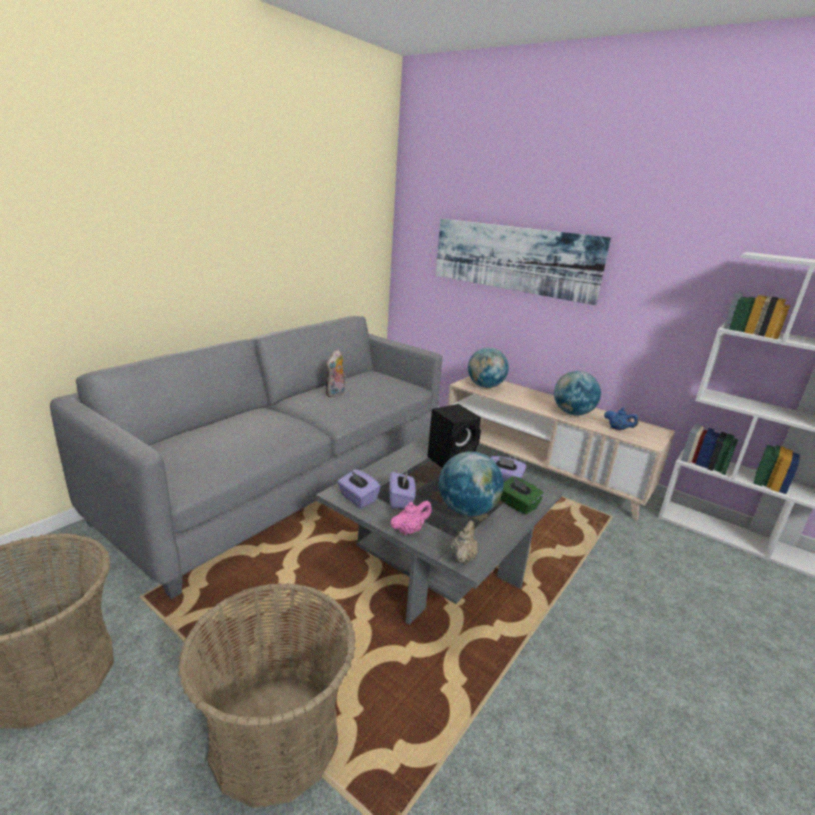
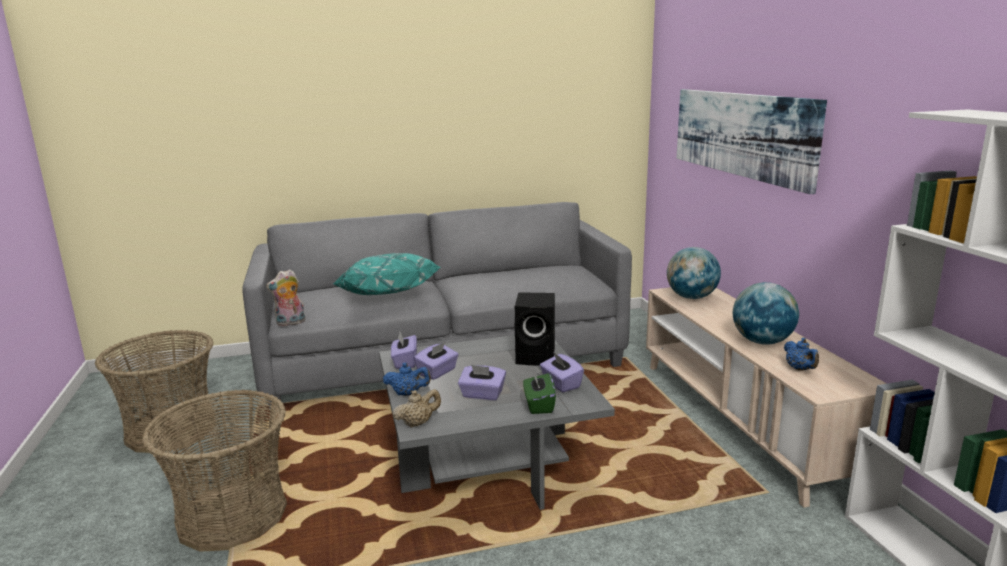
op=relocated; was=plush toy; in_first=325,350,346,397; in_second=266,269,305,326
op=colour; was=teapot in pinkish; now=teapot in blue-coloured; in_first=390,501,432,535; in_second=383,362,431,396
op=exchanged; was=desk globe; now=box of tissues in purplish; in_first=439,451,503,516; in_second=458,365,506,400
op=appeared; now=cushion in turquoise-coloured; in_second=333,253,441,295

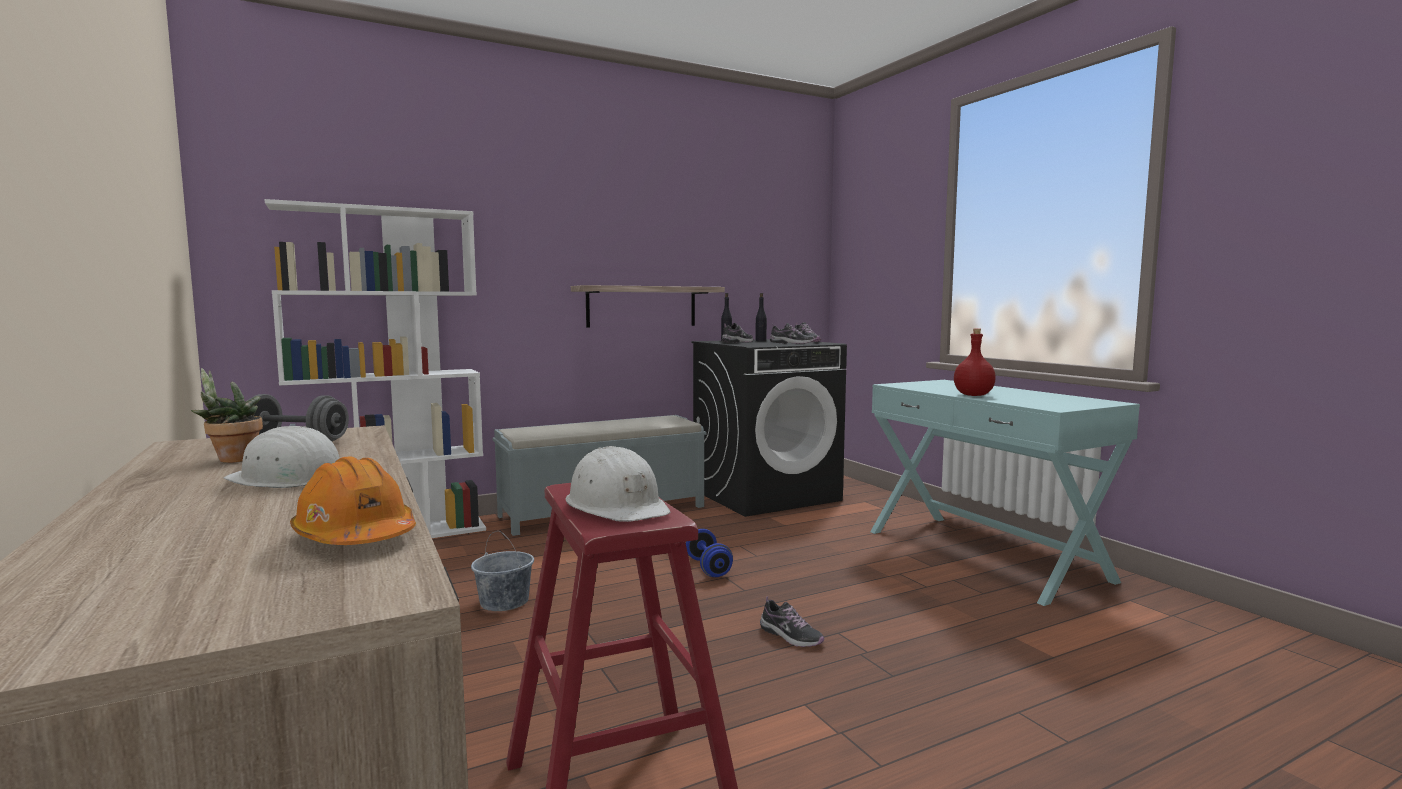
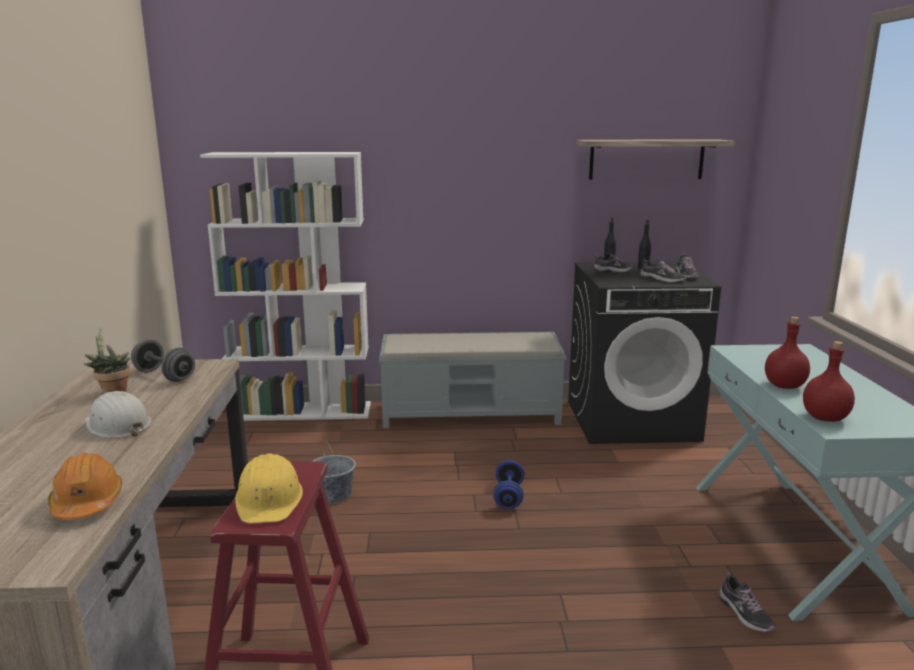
op=colour; was=safety helmet in white-coloured; now=safety helmet in yellow; in_first=565,446,670,522; in_second=235,453,303,523
op=relocated; was=shelf; in_first=571,285,725,327; in_second=576,139,735,179
op=relocated; was=item of footwear; in_first=760,596,825,647; in_second=719,572,776,632
op=appeared; now=drink bottle in reddish; in_second=803,341,855,422

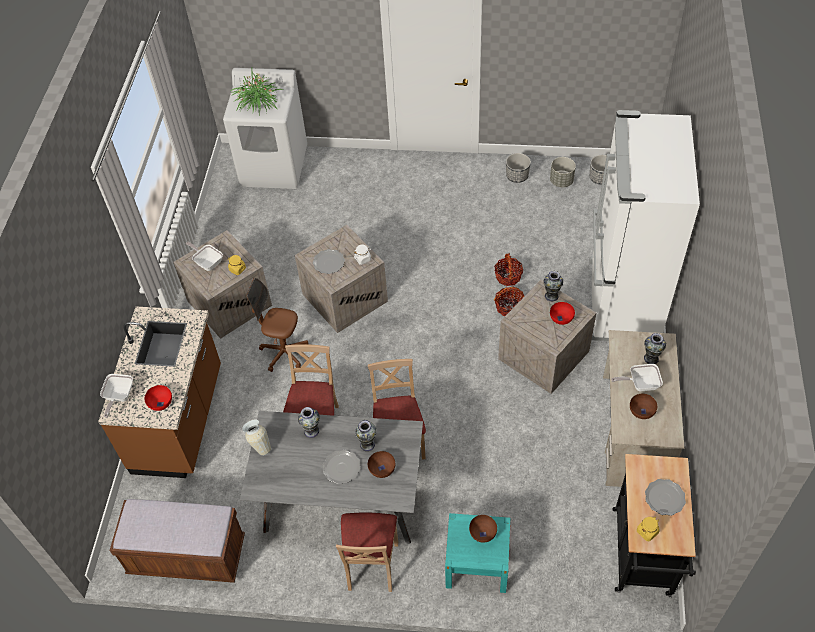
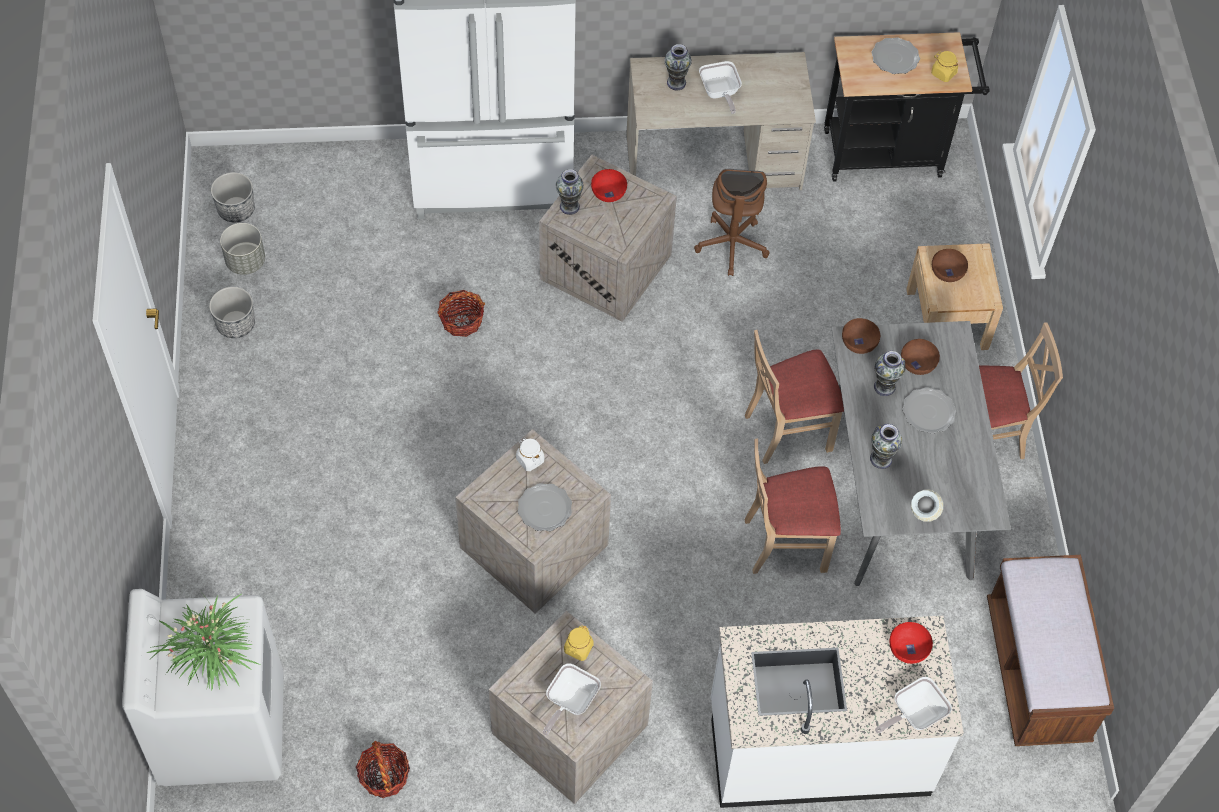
op=colour; was=kitchen base unit in brown; now=kitchen base unit in white-coloured; in_first=98,306,221,478; in_second=711,616,964,808
op=spun; was=skillet; in_first=100,374,133,418; in_second=875,677,952,734; clockwise=150
op=relocated; was=office chair in brown; in_first=247,278,308,372; in_second=694,169,770,276
op=colour; was=nightstand in turquoise-coloured; now=nightstand in beige-coloured; in_first=445,513,510,593; in_second=907,243,1003,350
op=relocated; was=household basket; in_first=494,287,524,316; in_second=356,741,410,798
op=relocated; was=bowl in brown; in_first=630,394,657,419; in_second=842,318,880,354

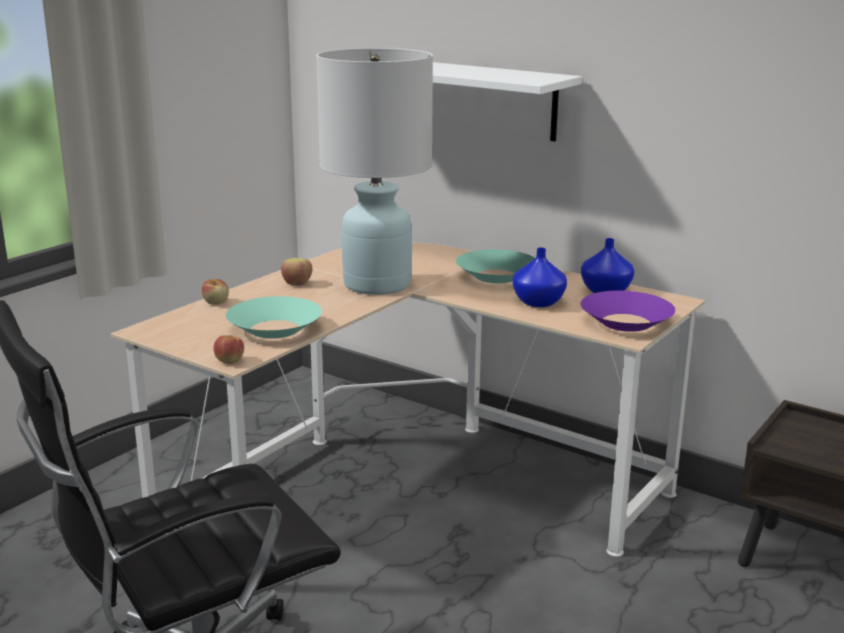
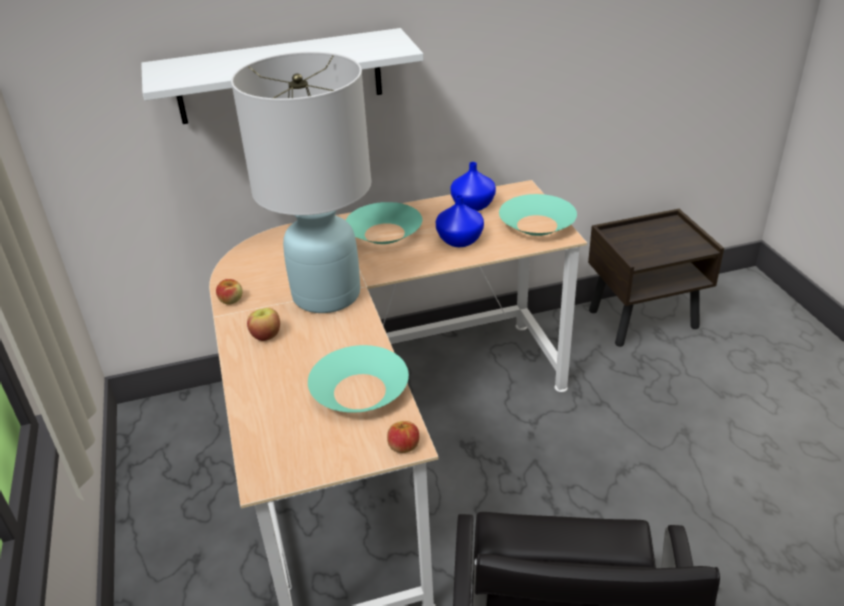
op=relocated; was=apple; in_first=202,279,229,304; in_second=216,279,242,305
op=colour; was=bowl in purplish; now=bowl in turquoise-coloured; in_first=580,291,675,332; in_second=499,194,577,236

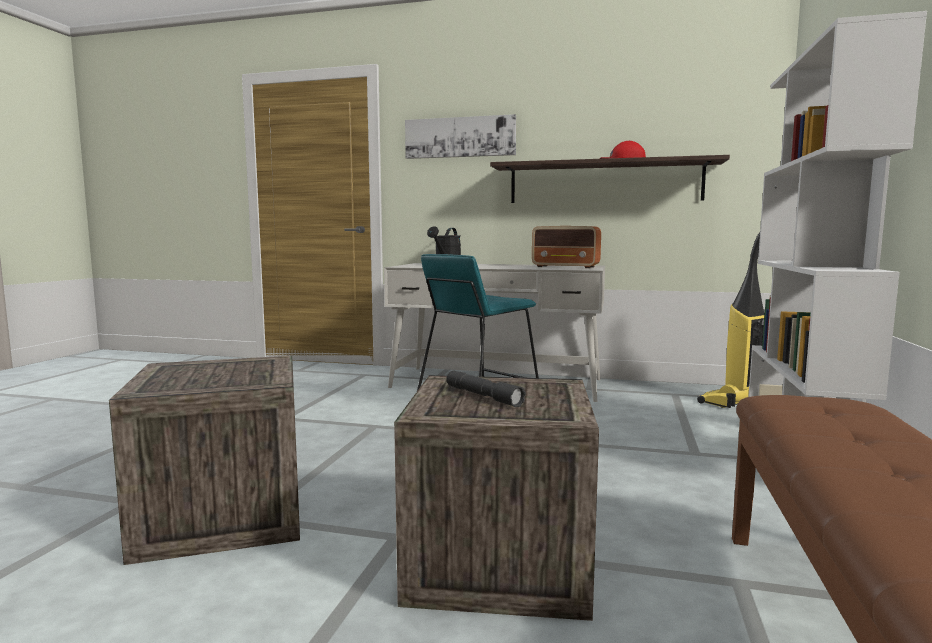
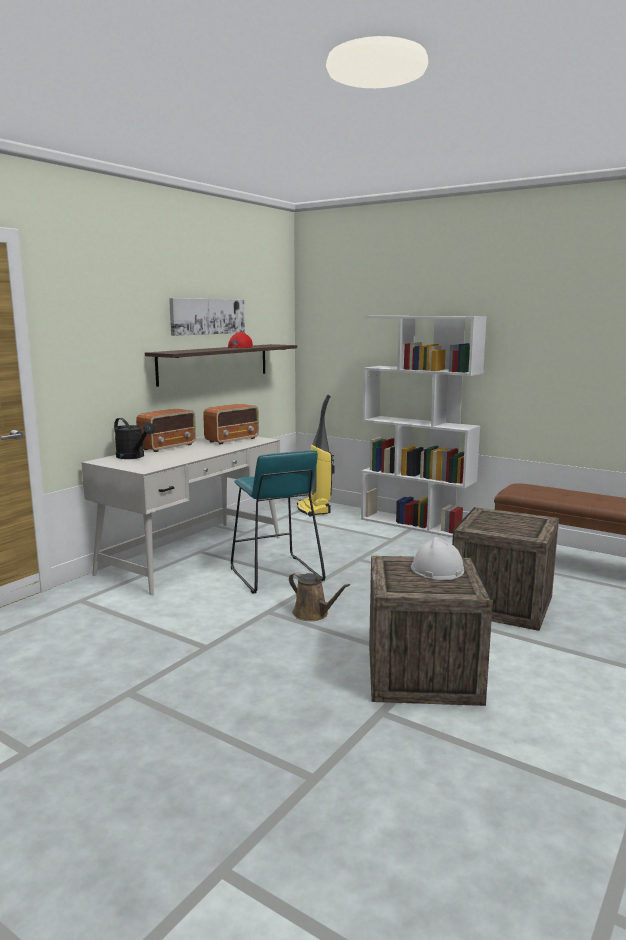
op=relocated; was=picture; in_first=405,114,516,159; in_second=169,298,245,336
op=missing; was=flashlight in gray; in_first=446,371,526,407
op=appeared; now=radio set; in_second=136,409,196,452
op=appeared; now=sprinkling can in brown; in_second=289,572,350,621
op=appeared; now=safety helmet in white-coloured; in_second=411,537,464,580

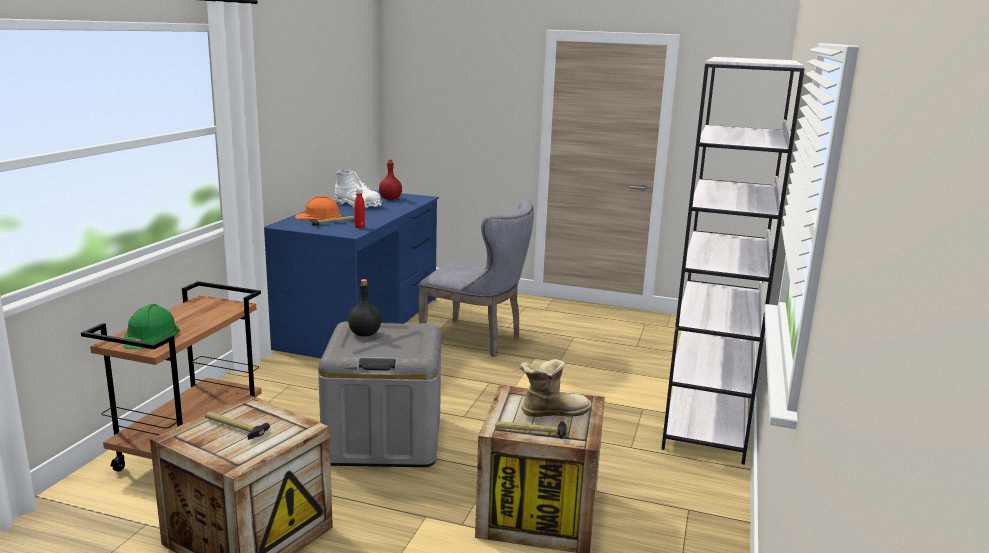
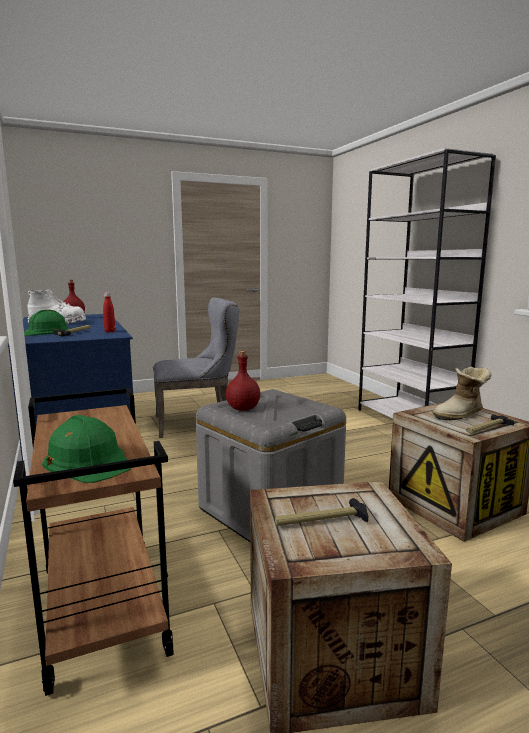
op=colour; was=safety helmet in orange; now=safety helmet in greenish; in_first=295,196,342,220; in_second=24,310,69,336
op=colour; was=drink bottle in black; now=drink bottle in reddish; in_first=348,279,381,336; in_second=226,351,260,411
op=spun; was=high-top boot; in_first=519,359,592,417; in_second=433,366,491,420; clockwise=-150

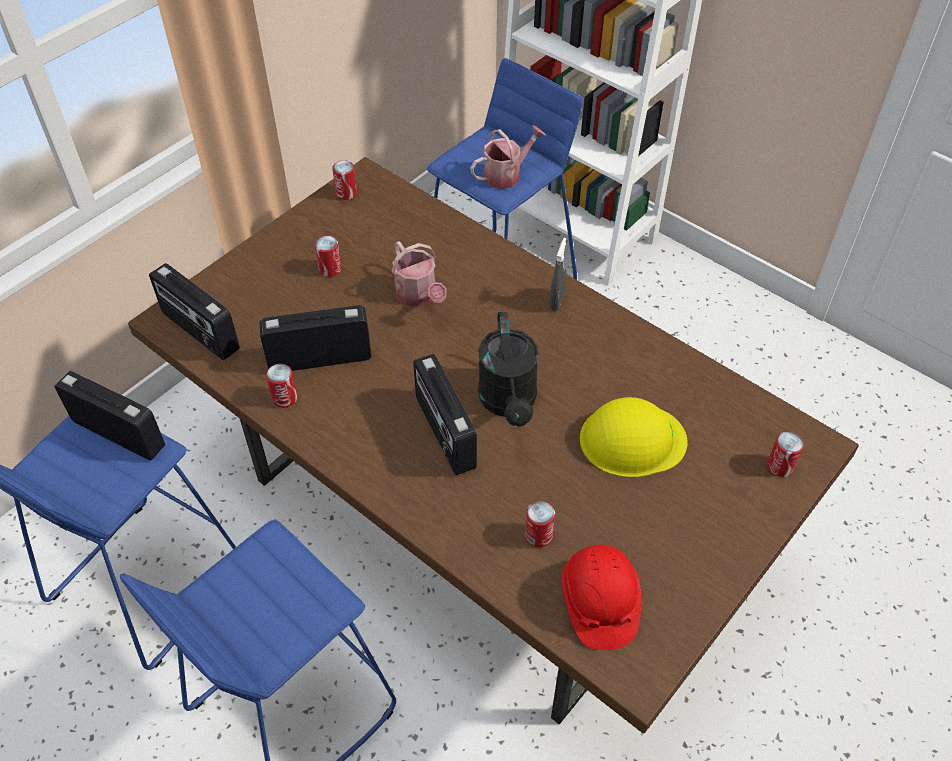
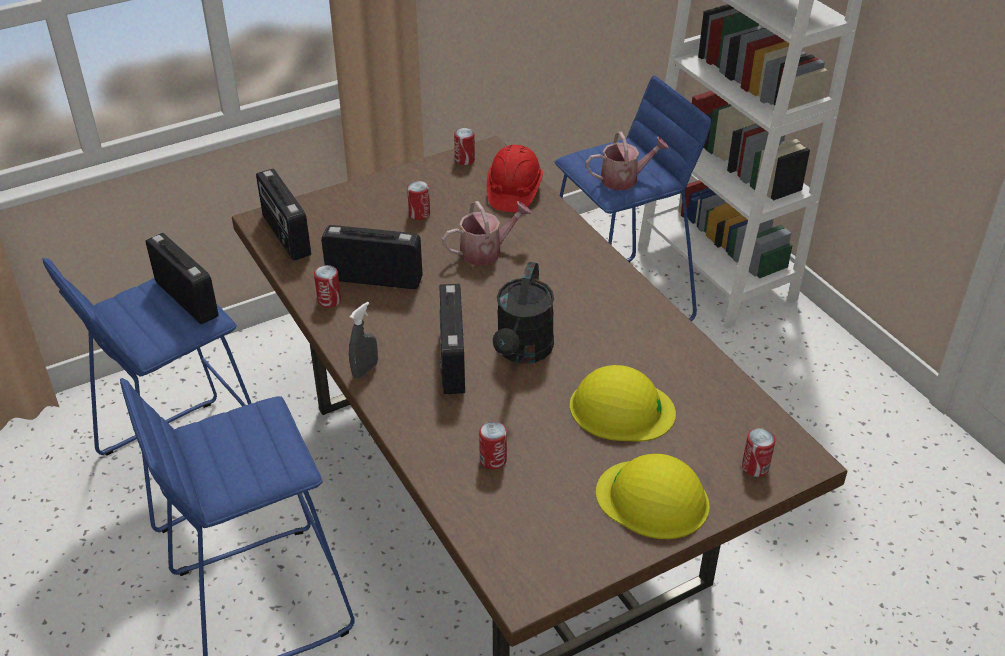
op=spun; was=sprinkling can; in_first=391,241,447,307; in_second=442,201,531,266; clockwise=-105
op=relocated; was=spray bottle in gray; in_first=549,238,566,311; in_second=349,302,378,378
op=relocated; was=safety helmet in reddish; in_first=562,545,641,650; in_second=487,145,543,212
op=appeared; now=safety helmet in yellow; in_second=596,454,710,539

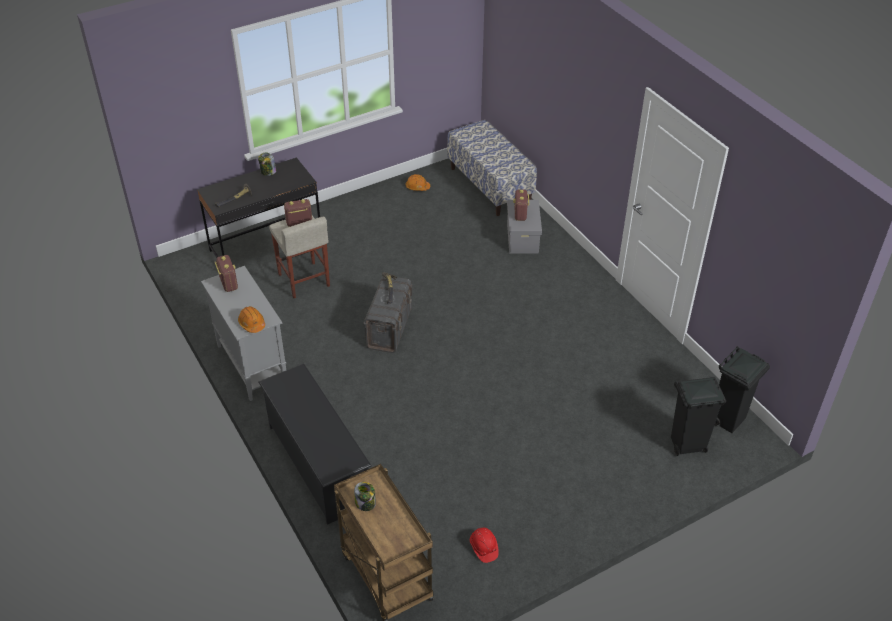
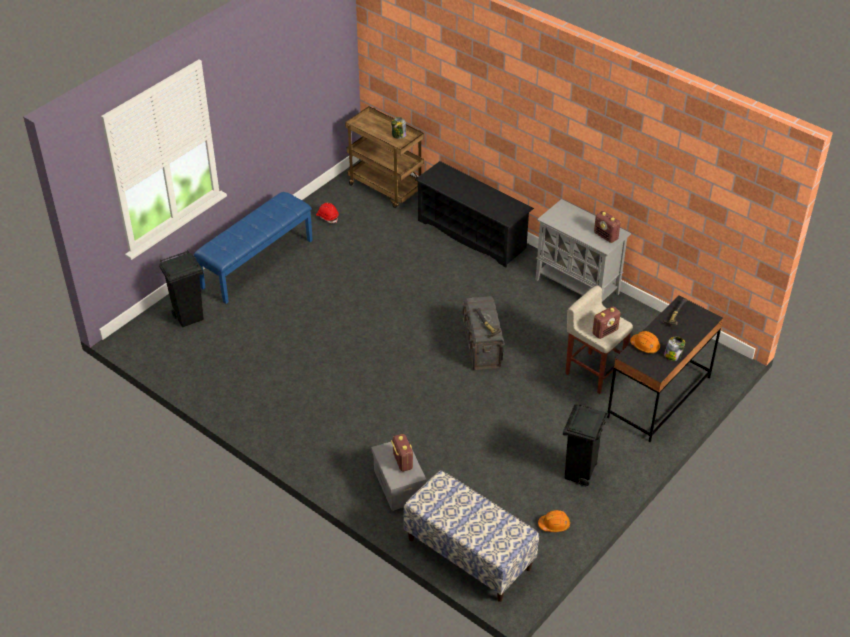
op=relocated; was=safety helmet in orange; in_first=238,306,265,333; in_second=630,331,660,353
op=relocated; was=rubbish bin in black; in_first=715,346,770,433; in_second=563,404,608,487
op=appeared; now=indoor bench in blue-coloured; in_second=194,192,313,304

